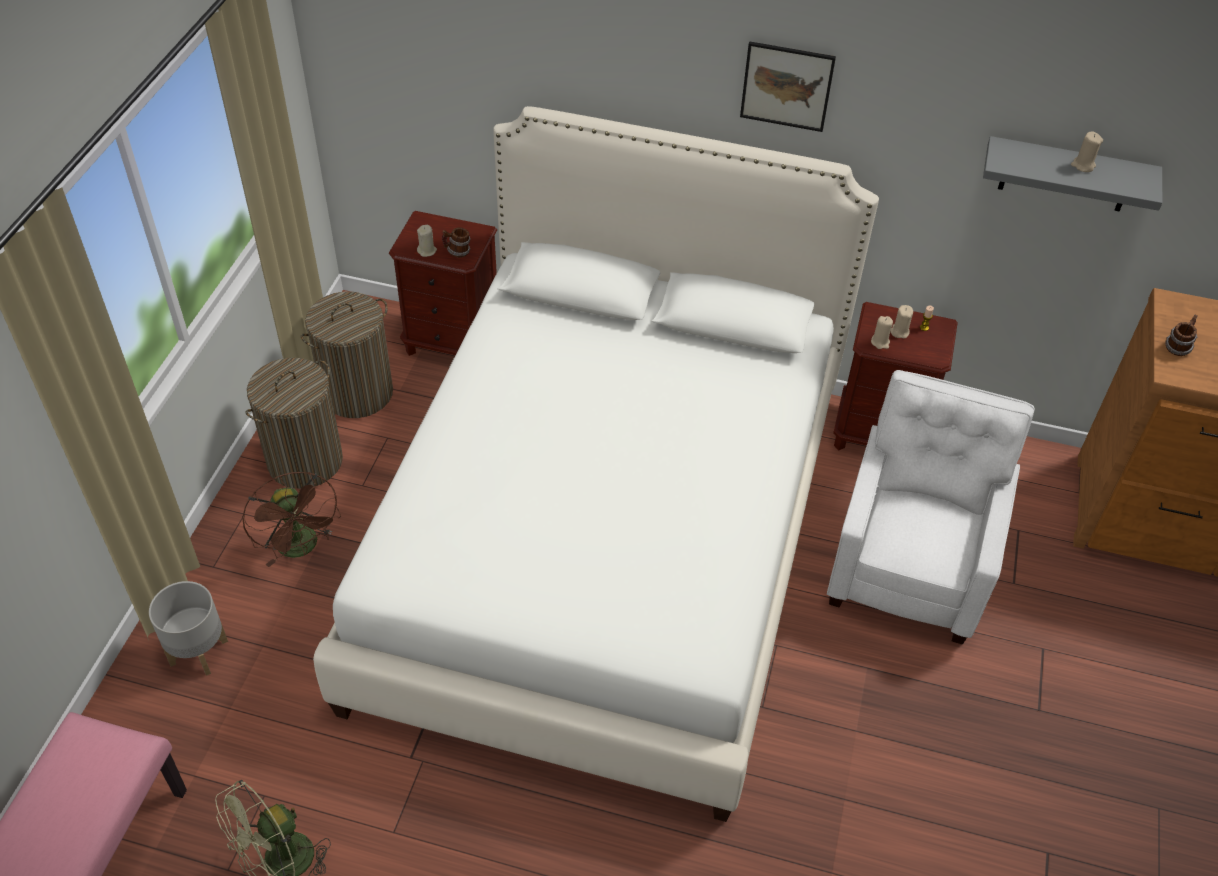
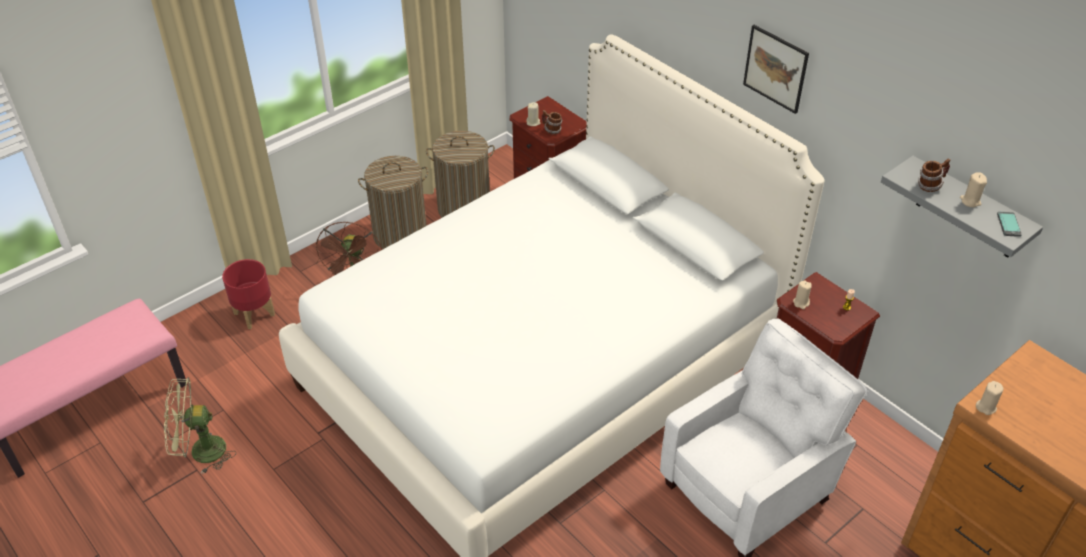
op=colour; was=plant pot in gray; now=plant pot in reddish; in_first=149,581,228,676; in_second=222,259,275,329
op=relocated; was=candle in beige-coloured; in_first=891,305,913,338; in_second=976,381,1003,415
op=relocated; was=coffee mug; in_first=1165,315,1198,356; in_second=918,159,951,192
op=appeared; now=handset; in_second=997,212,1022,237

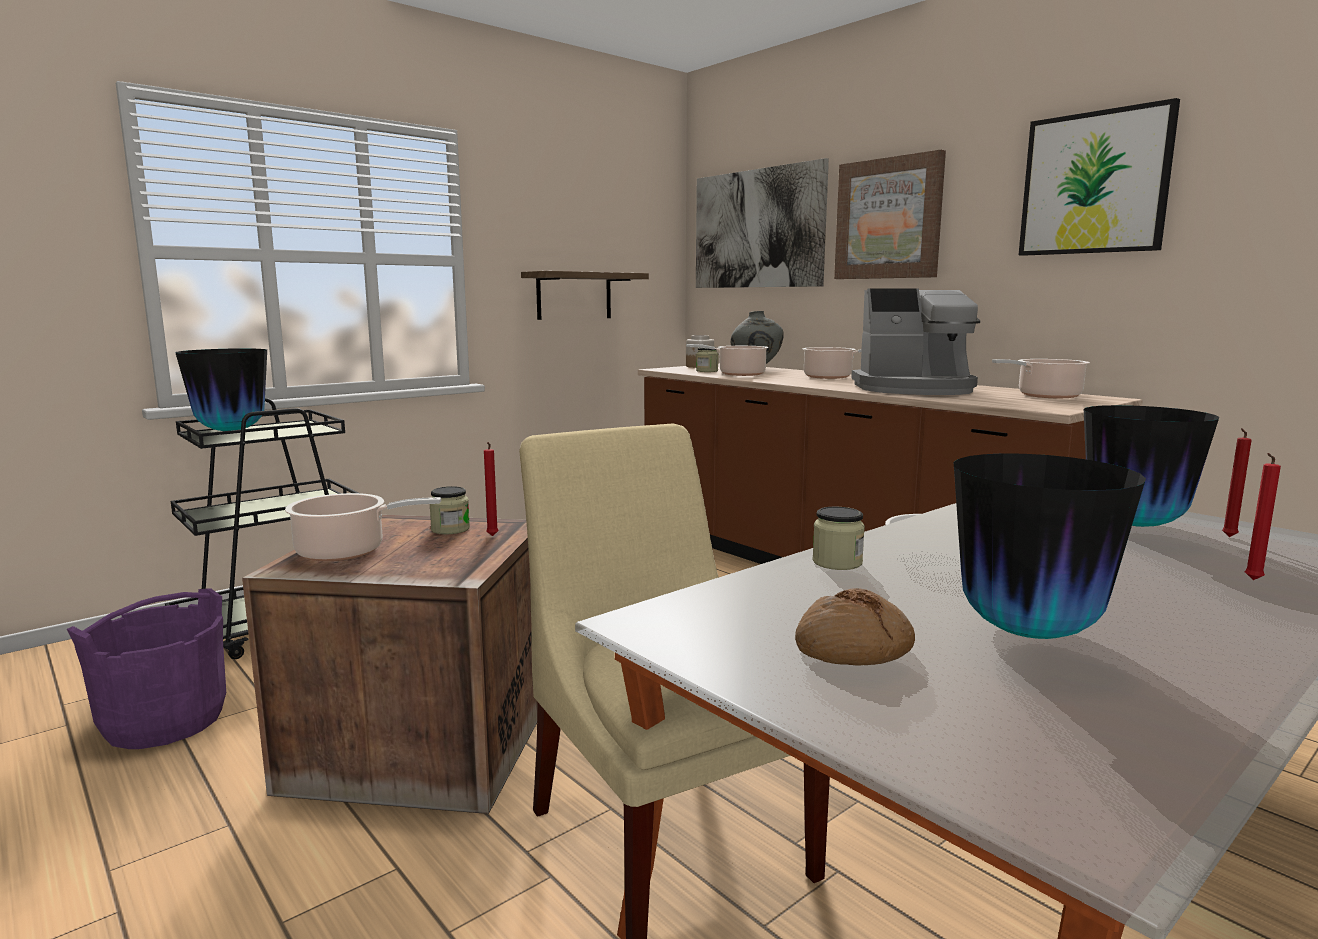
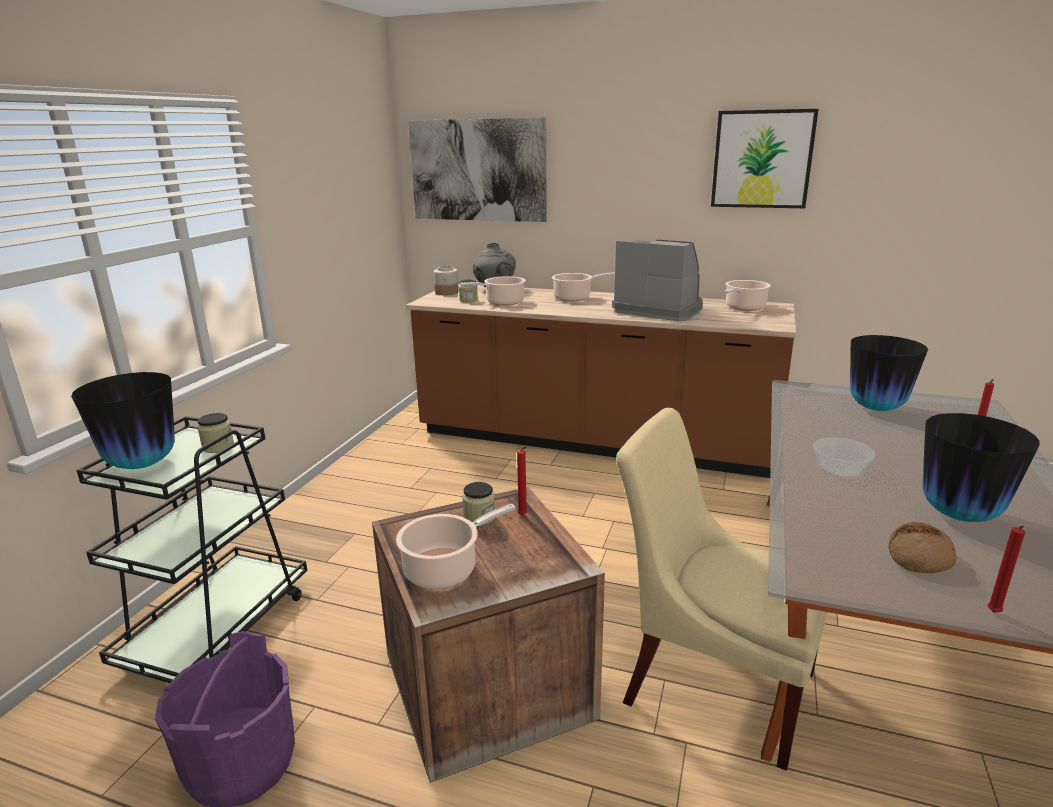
op=missing; was=shelf; in_first=521,271,649,320
op=relocated; was=jar; in_first=812,507,865,570; in_second=198,413,234,453
op=missing; was=picture; in_first=834,150,946,279
op=spun; was=coffee brewer; in_first=851,289,980,395; in_second=612,240,703,321; clockwise=-120
op=relocated; was=candle in reddish; in_first=1222,428,1252,537; in_second=987,526,1025,612

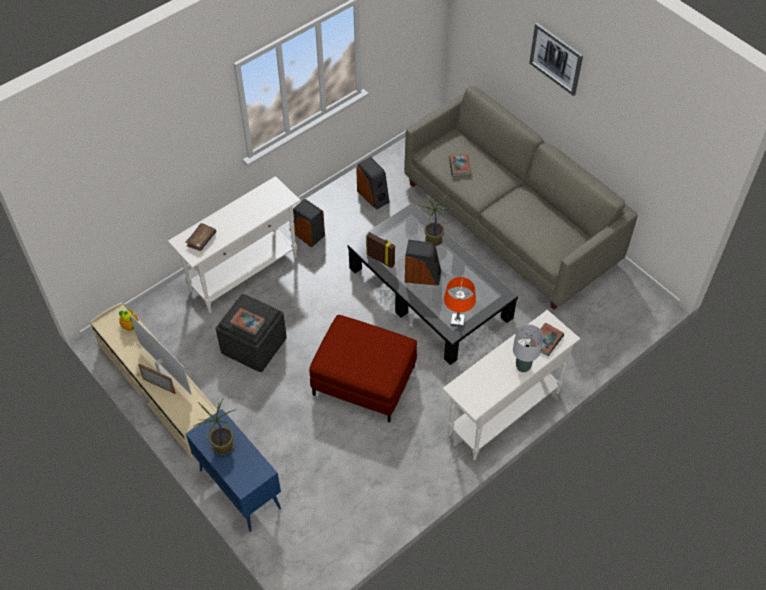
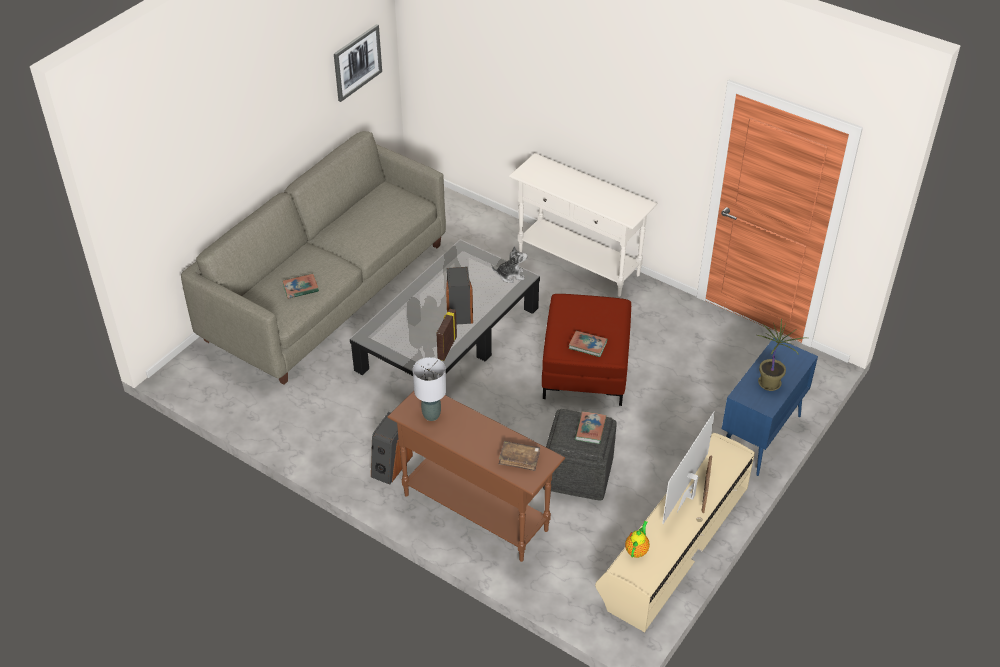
op=colour; was=narrow table in white-coloured; now=narrow table in brown; in_first=167,176,301,313; in_second=388,391,565,562
op=missing; was=speaker; in_first=356,157,390,210
op=missing; was=houseplant; in_first=418,194,454,246
op=exchanged; was=table lamp in orange; now=plush toy; in_first=444,277,476,328; in_second=492,246,527,283
op=relocated; was=table lamp in gray; in_first=513,324,543,372; in_second=413,357,447,421
op=relocated; was=picture; in_first=529,23,583,96; in_second=334,24,382,102
op=relocated; was=volume; in_first=530,323,564,356; in_second=569,331,607,357

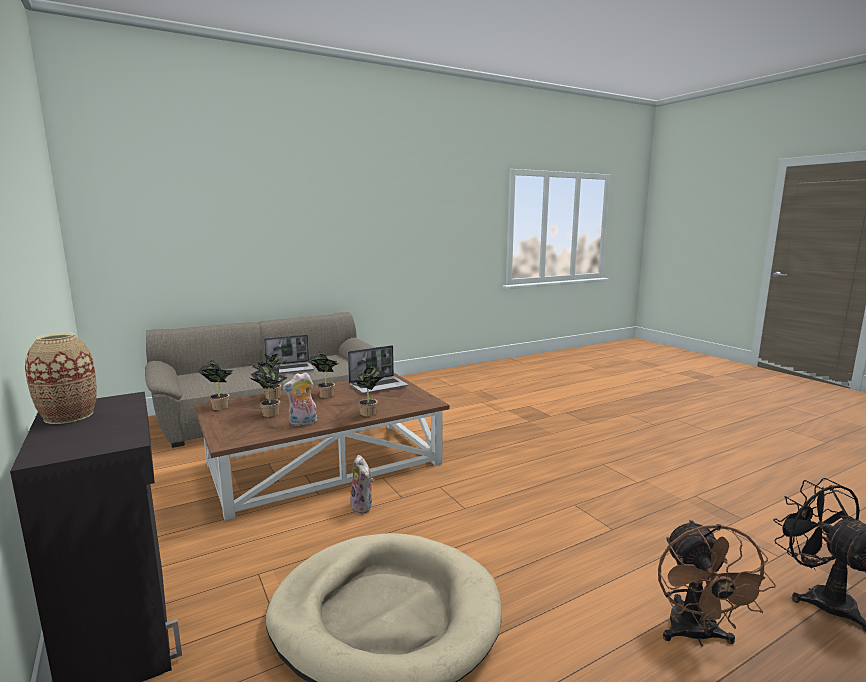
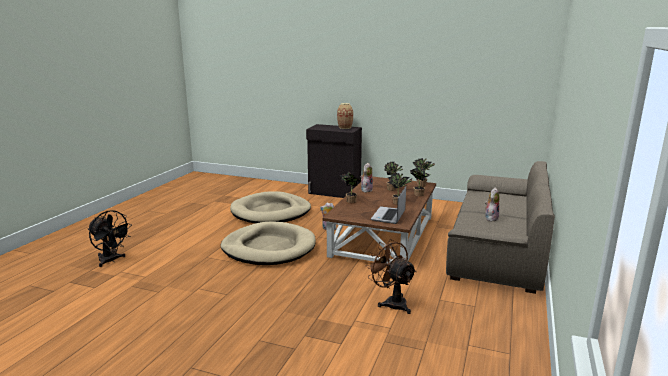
op=exchanged; was=notebook computer; now=plush toy; in_first=264,335,314,374; in_second=485,187,499,221
op=relocated; was=fan in brown; in_first=658,520,776,646; in_second=366,239,417,314
op=appeared; now=dog cushion in beige-coloured; in_second=221,221,316,265

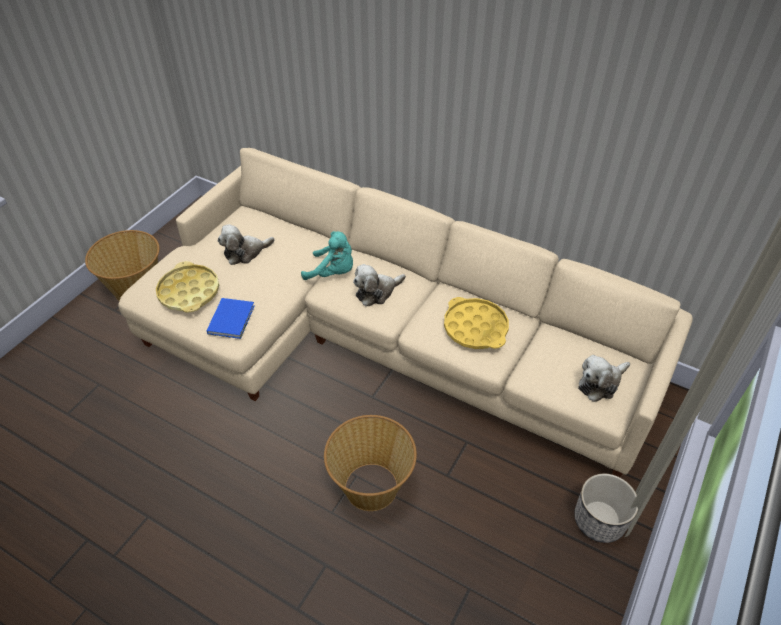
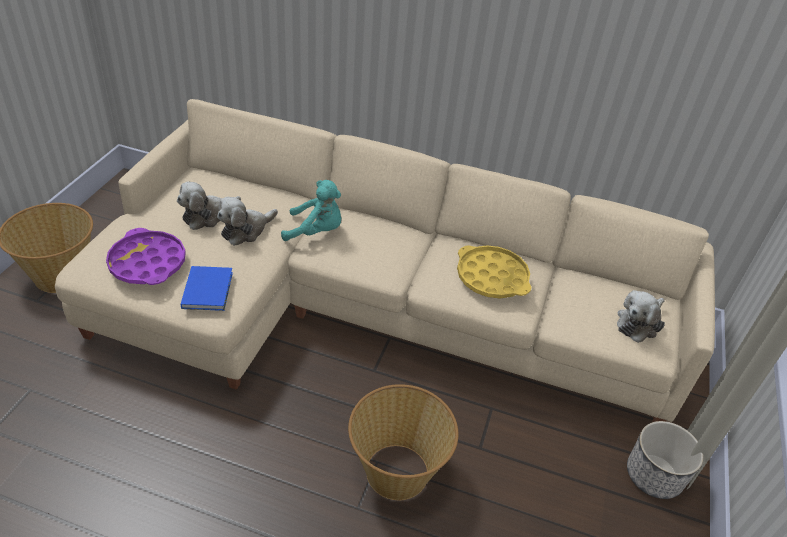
op=colour; was=carrying tray in yellow; now=carrying tray in purplish; in_first=156,261,219,313; in_second=106,228,186,285
op=relocated; was=plush toy; in_first=353,264,406,307; in_second=217,197,278,246

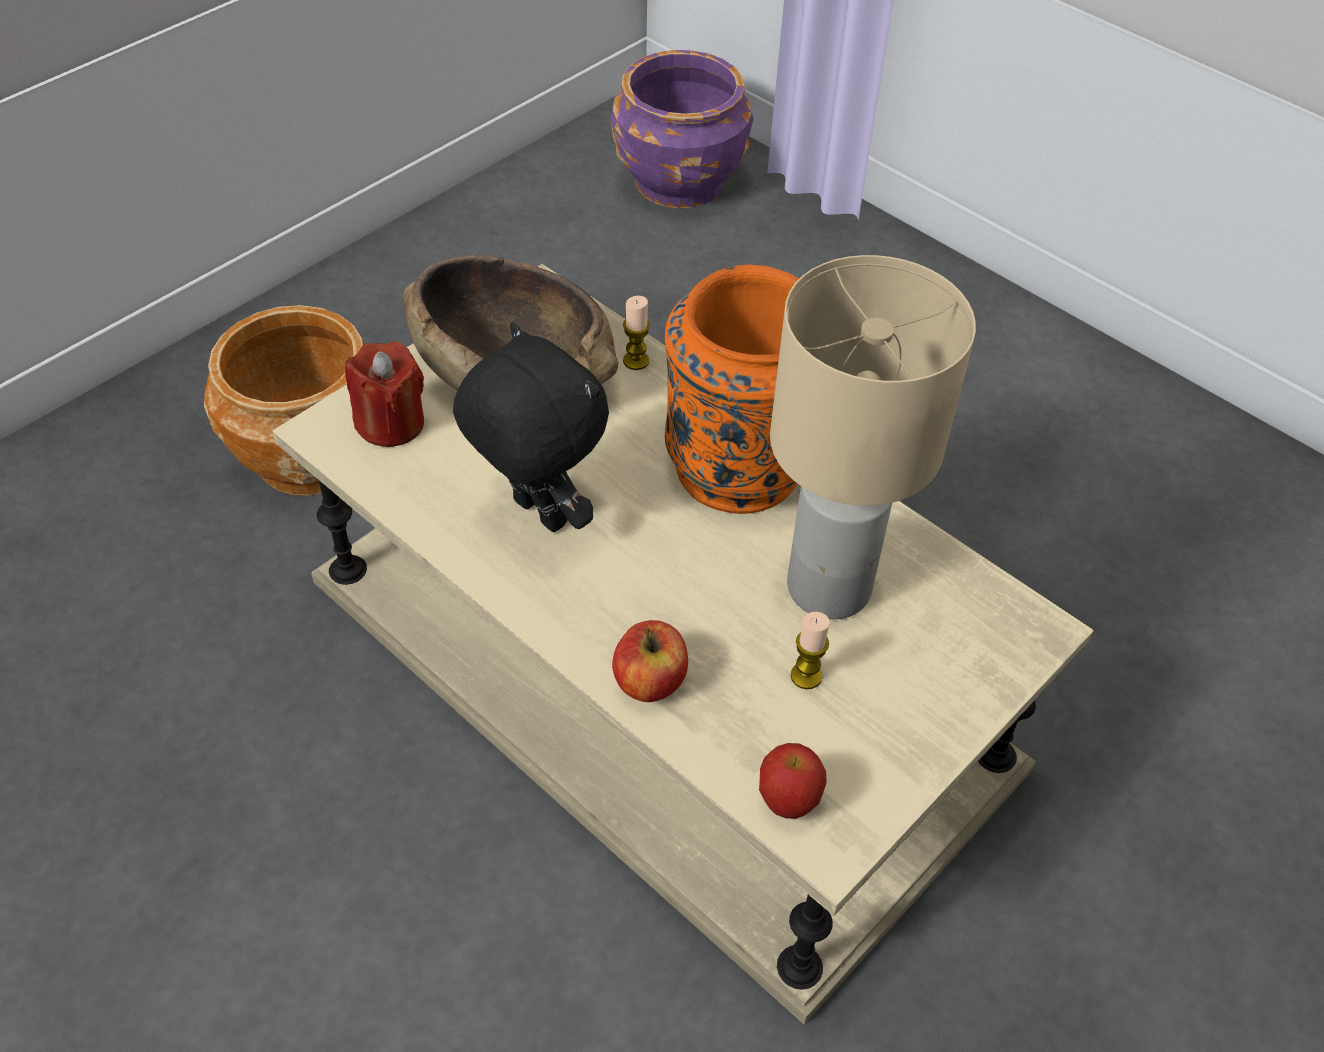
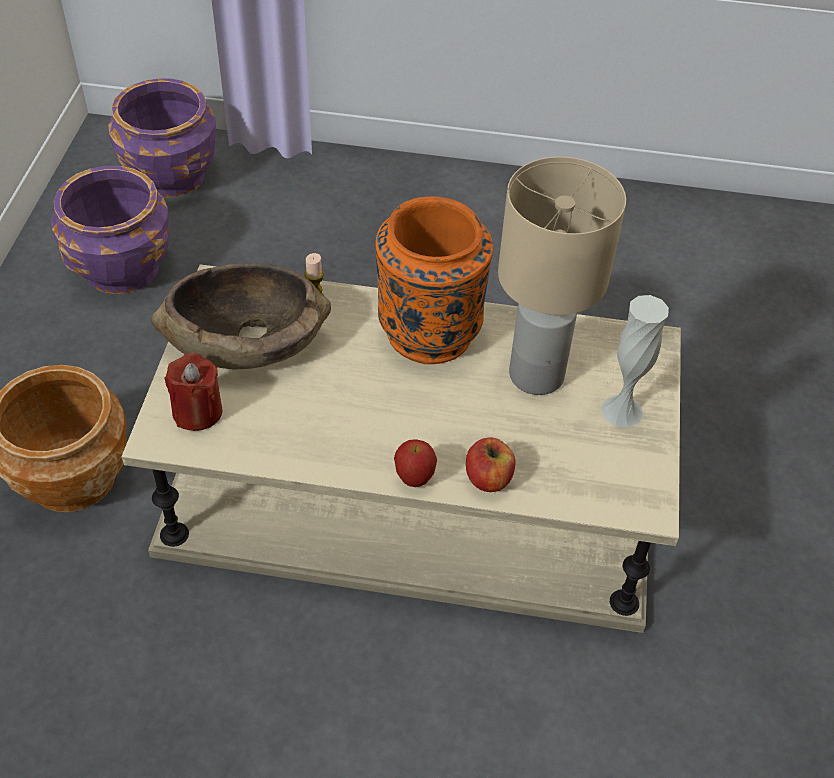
op=missing; was=plush toy in black; in_first=453,322,609,532
op=relocated; was=apple; in_first=759,743,827,819; in_second=394,439,437,487
op=missing; was=candle; in_first=791,612,830,689
op=appeared; now=plant pot in purplish; in_second=51,166,169,294
op=appeared; now=decorative vase in white-coloured; in_second=601,295,669,427

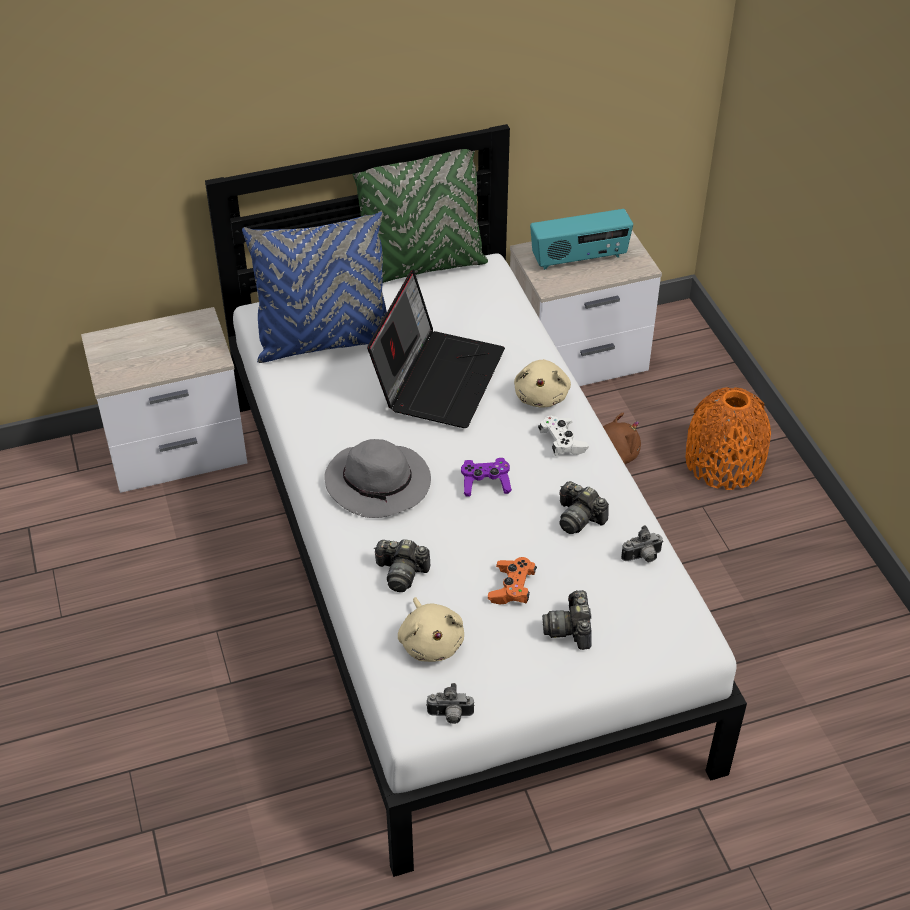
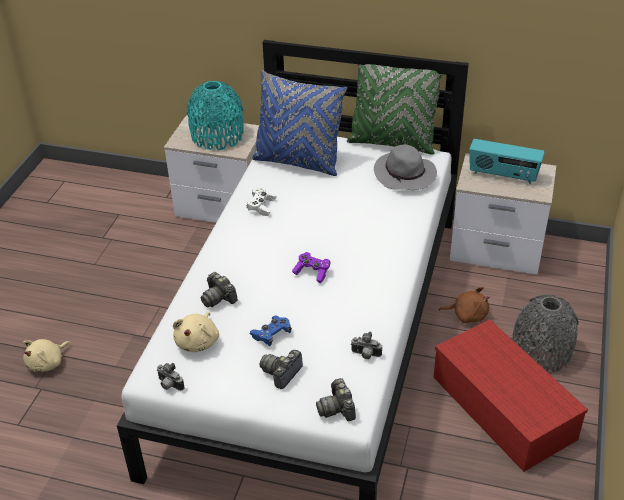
op=relocated; was=hat in gray; in_first=324,439,431,518; in_second=374,145,437,190
op=missing; was=notebook computer; in_first=367,269,505,428
op=colour; was=game controller in orange; now=game controller in blue-coloured; in_first=488,557,537,604; in_second=250,315,292,346
op=relocated; was=plush toy in beige-coloured; in_first=514,359,571,408; in_second=23,339,71,372
op=relocated; was=game controller in white-coloured; in_first=538,416,589,456; in_second=246,188,277,216
op=relocated; was=still camera; in_first=559,481,609,534; in_second=316,378,356,421
op=colour; was=decorative vase in orange; now=decorative vase in gray; in_first=685,387,771,490; in_second=512,294,579,372
op=appeared; now=decorative vase in turquoise-coloured; in_second=187,81,244,150
op=appeared; now=storage bin in reddish; in_second=434,319,588,472

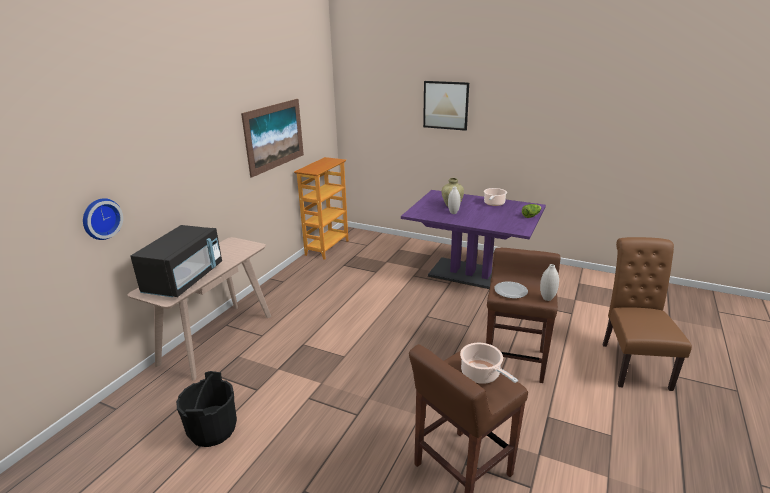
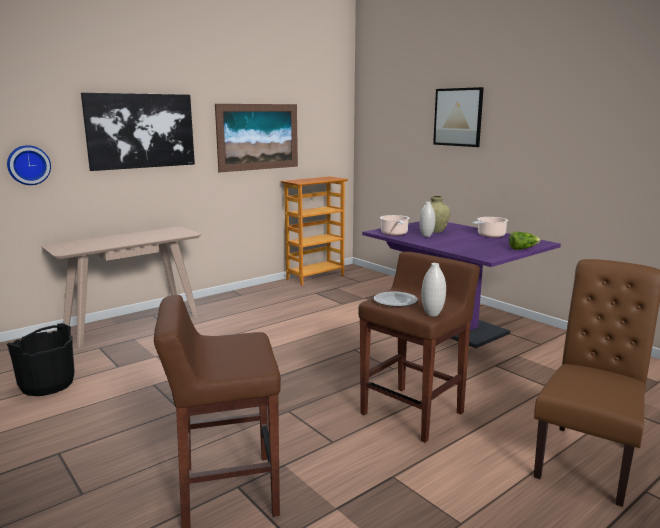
op=missing; was=microwave oven in black; in_first=130,225,222,297
op=relocated; was=cooking pot; in_first=460,343,518,384; in_second=380,215,410,235
op=appeared; now=picture; in_second=81,93,195,171

